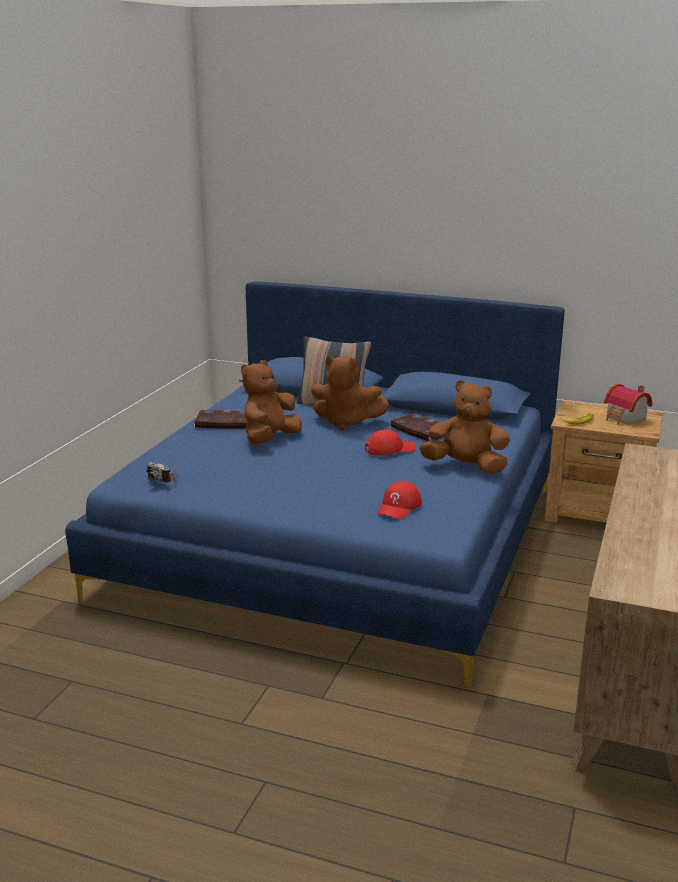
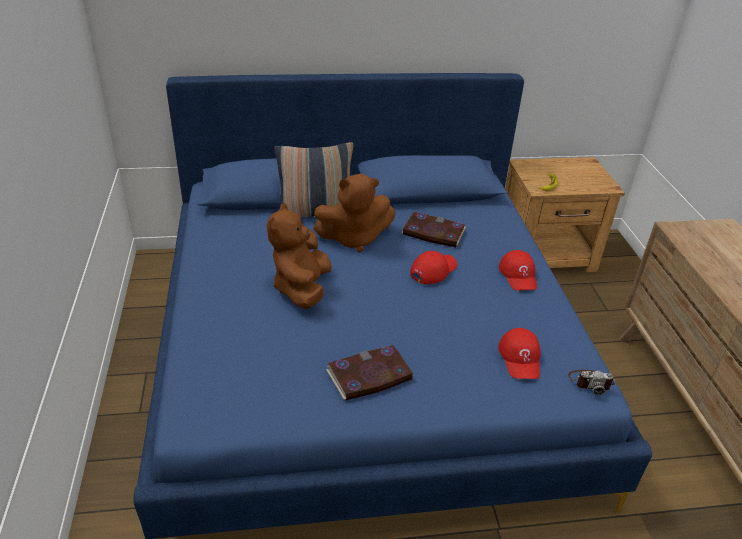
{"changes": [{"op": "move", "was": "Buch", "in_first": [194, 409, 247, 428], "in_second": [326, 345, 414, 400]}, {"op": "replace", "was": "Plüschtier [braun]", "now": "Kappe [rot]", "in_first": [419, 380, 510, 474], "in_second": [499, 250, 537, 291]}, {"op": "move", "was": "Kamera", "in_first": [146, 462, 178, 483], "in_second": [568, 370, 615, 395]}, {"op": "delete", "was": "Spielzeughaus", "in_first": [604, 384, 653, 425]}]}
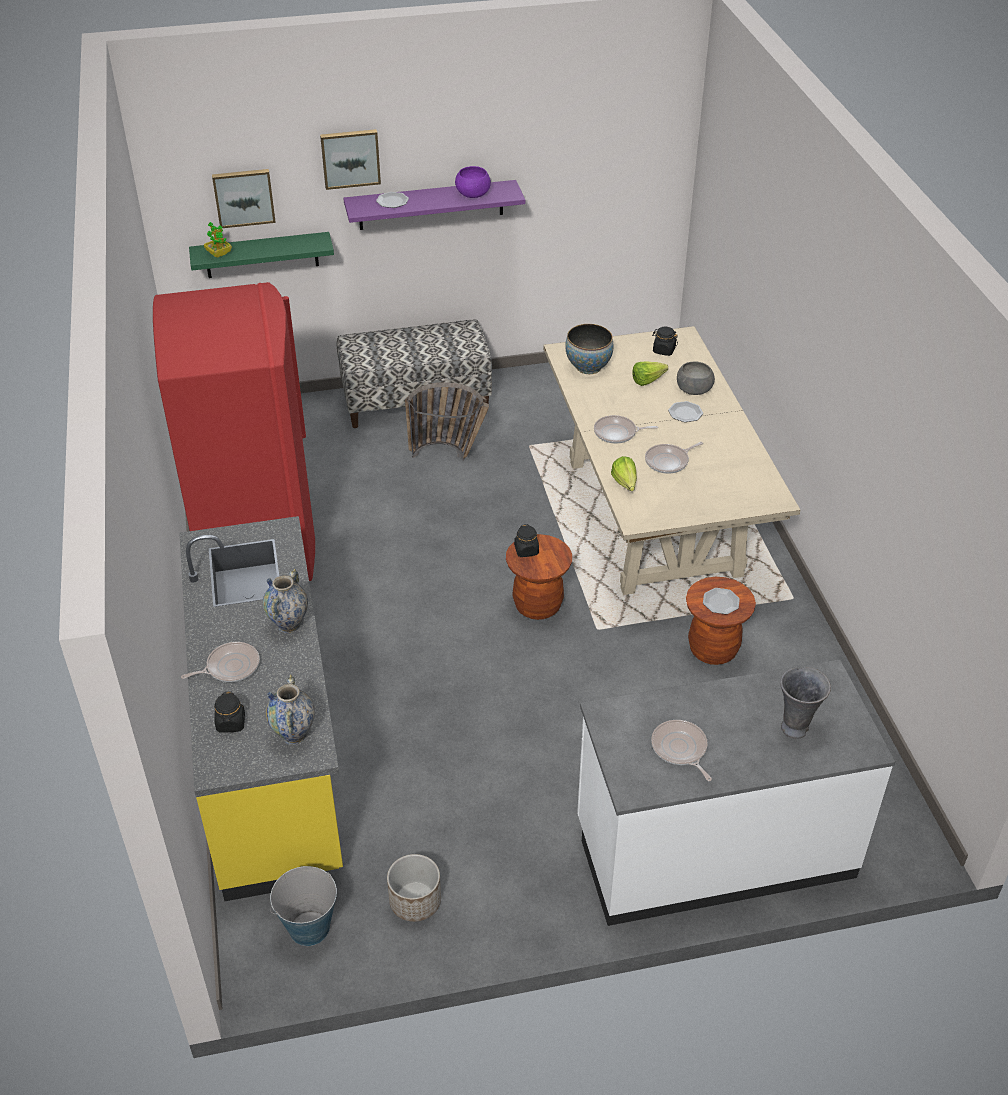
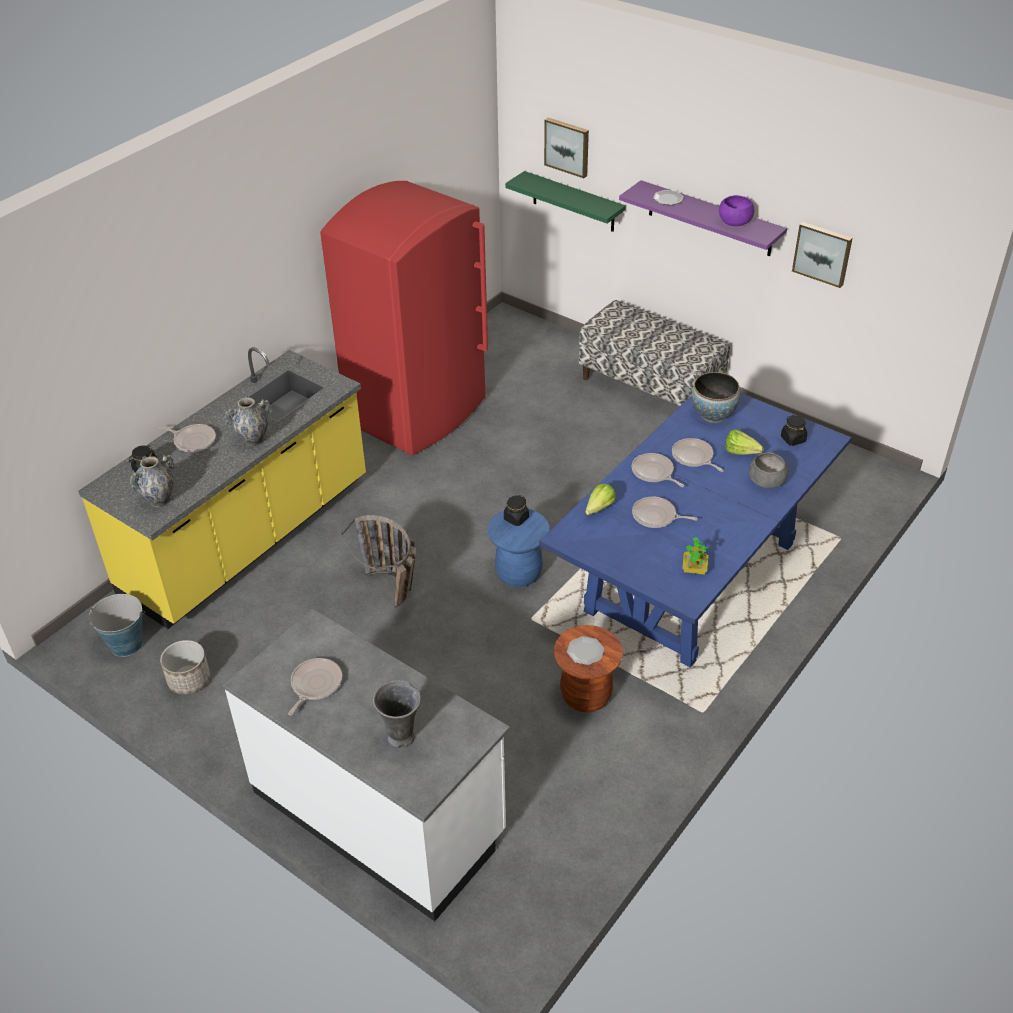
{"changes": [{"op": "move", "was": "Korb", "in_first": [405, 382, 489, 461], "in_second": [342, 515, 416, 608]}, {"op": "recolor", "was": "Hocker [braun]", "now": "Hocker [blau]", "in_first": [506, 534, 572, 620], "in_second": [487, 509, 549, 587]}, {"op": "recolor", "was": "Esstisch [beige]", "now": "Esstisch [blau]", "in_first": [543, 326, 800, 595], "in_second": [539, 393, 852, 668]}, {"op": "insert", "now": "Pfanne", "in_second": [672, 438, 724, 472]}, {"op": "move", "was": "Topfpflanze", "in_first": [204, 222, 232, 258], "in_second": [682, 537, 709, 575]}, {"op": "move", "was": "Bild", "in_first": [320, 129, 381, 190], "in_second": [792, 222, 852, 288]}, {"op": "delete", "was": "Teller", "in_first": [668, 401, 703, 422]}]}
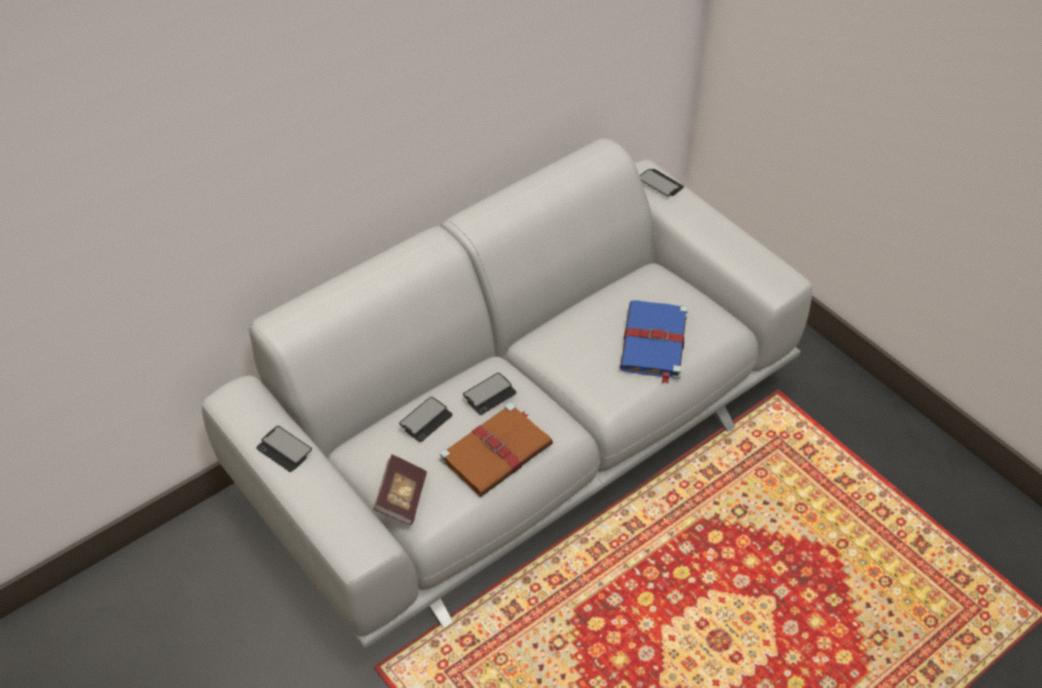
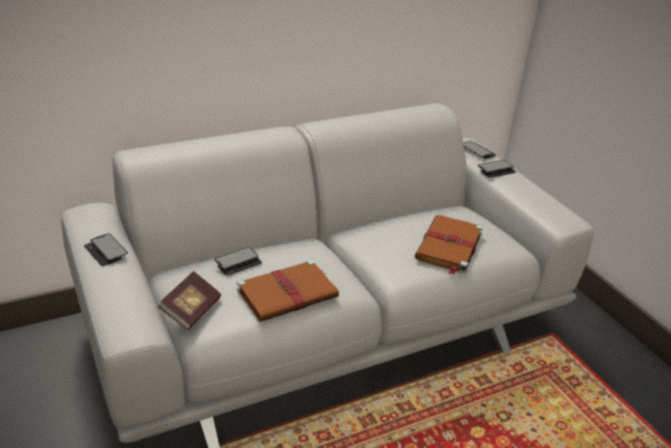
{"changes": [{"op": "recolor", "was": "Buch [blau]", "now": "Buch [braun]", "in_first": [620, 300, 688, 384], "in_second": [415, 215, 483, 275]}, {"op": "move", "was": "Handy", "in_first": [463, 373, 516, 415], "in_second": [478, 160, 516, 178]}]}
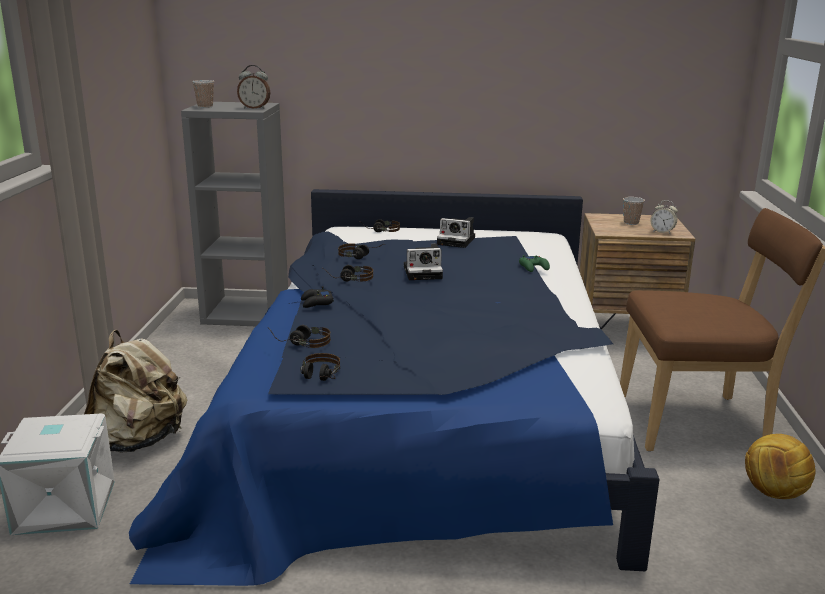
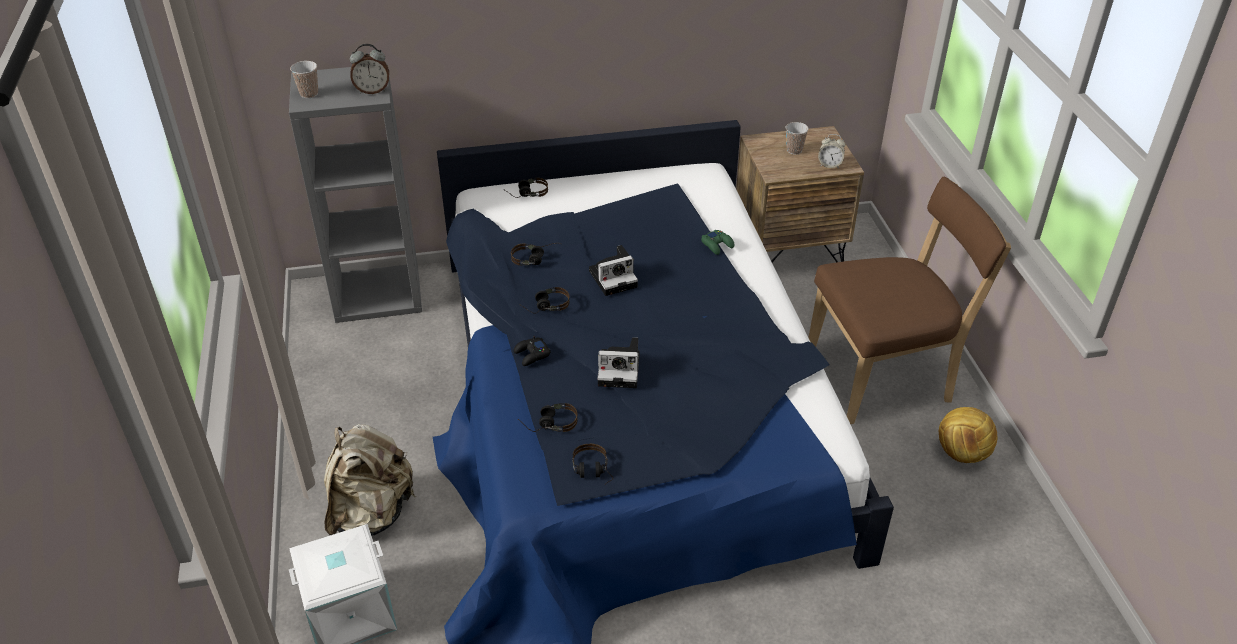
{"changes": [{"op": "move", "was": "Kamera", "in_first": [437, 217, 475, 248], "in_second": [597, 337, 639, 388]}]}
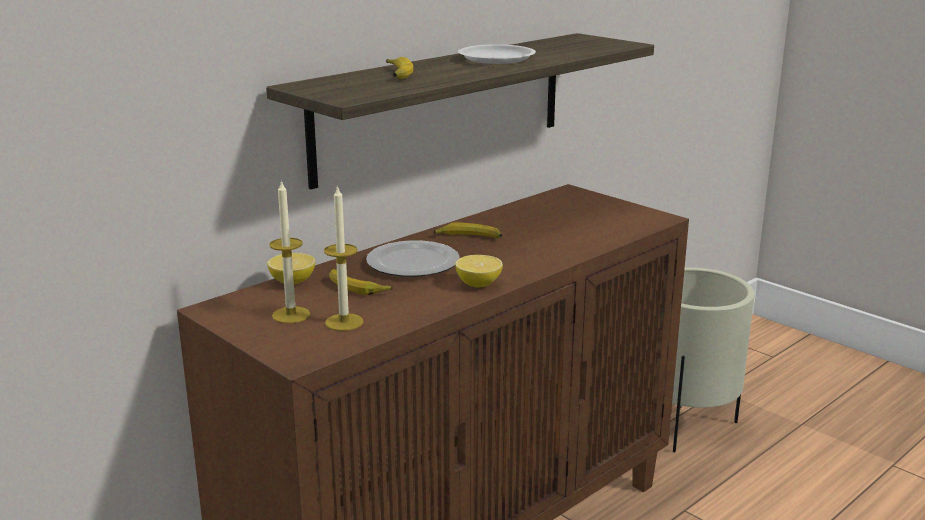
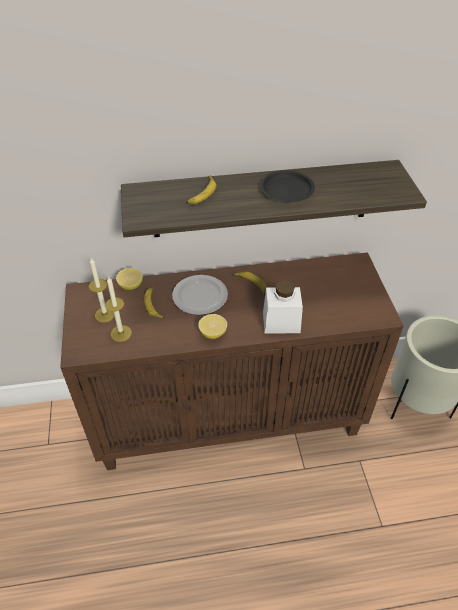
{"changes": [{"op": "recolor", "was": "Teller [weiß]", "now": "Teller [schwarz]", "in_first": [458, 44, 536, 64], "in_second": [260, 171, 315, 202]}, {"op": "insert", "now": "Vorratsglas [weiß]", "in_second": [263, 280, 303, 334]}]}
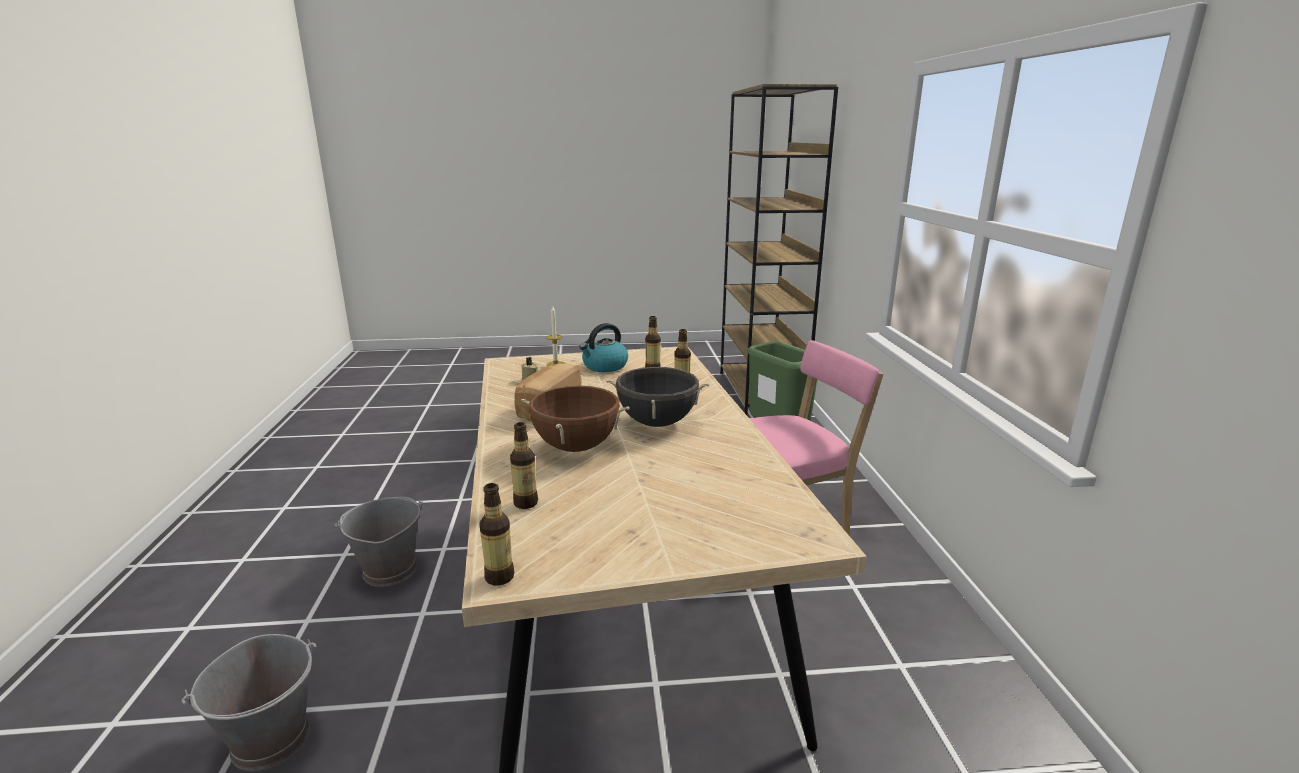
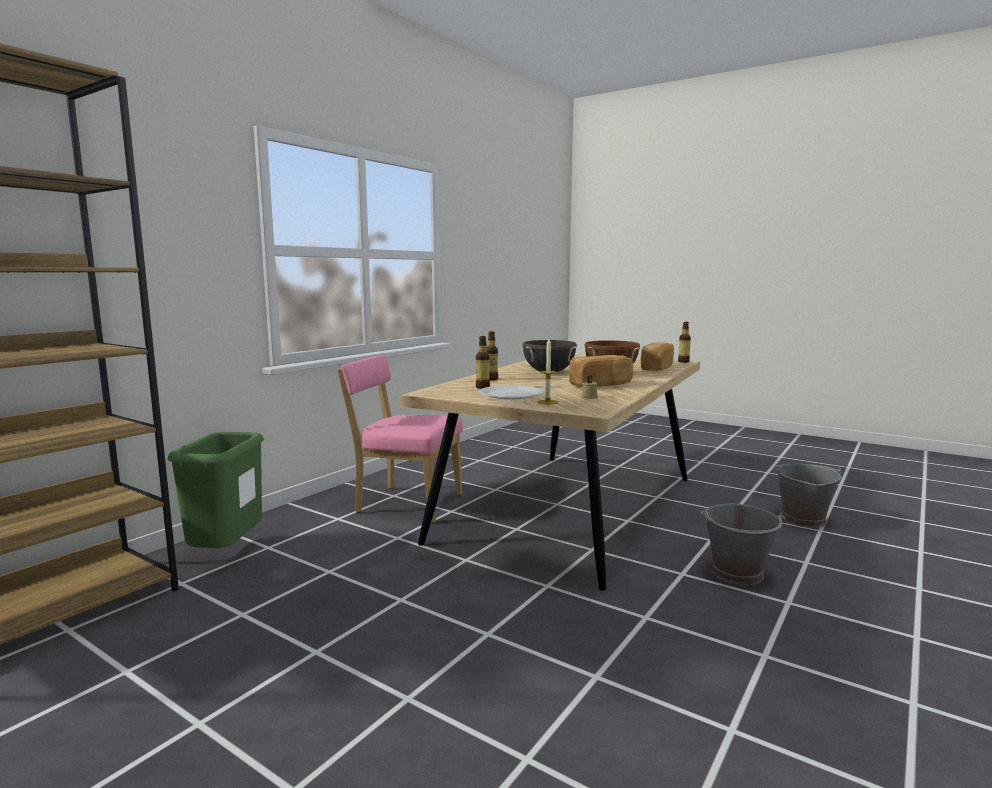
{"changes": [{"op": "replace", "was": "Wasserkessel", "now": "Teller [weiß]", "in_first": [579, 323, 628, 372], "in_second": [478, 385, 544, 399]}, {"op": "replace", "was": "Flasche", "now": "Brot", "in_first": [510, 422, 538, 509], "in_second": [641, 342, 674, 371]}]}
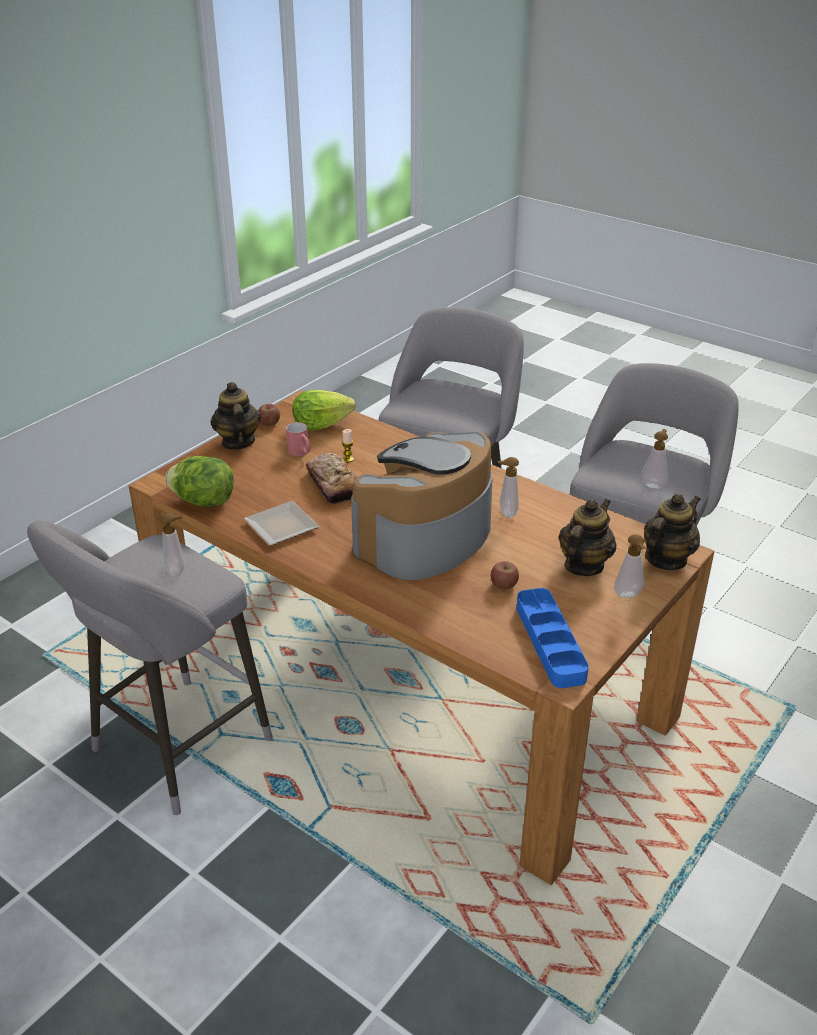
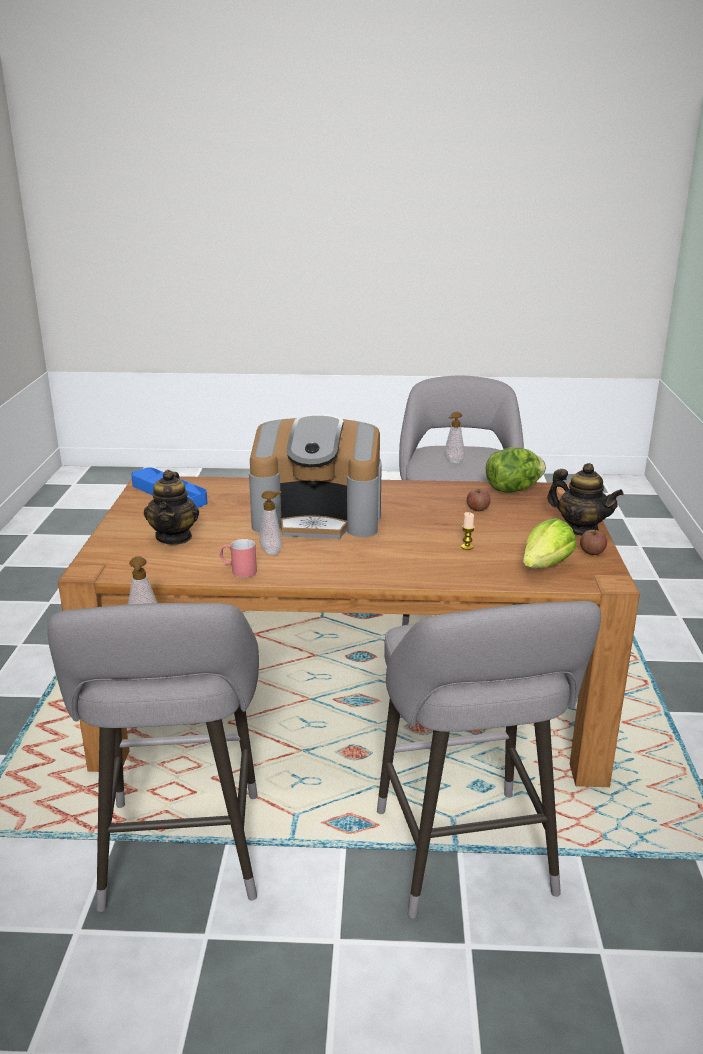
{"changes": [{"op": "move", "was": "Henkelbecher [rot]", "in_first": [286, 422, 311, 456], "in_second": [219, 539, 257, 578]}, {"op": "rotate", "was": "Kaffeemaschine", "in_first": [351, 432, 493, 580], "in_second": [249, 414, 382, 539], "clockwise": 90}, {"op": "move", "was": "Apfel", "in_first": [491, 561, 519, 590], "in_second": [467, 489, 491, 511]}, {"op": "delete", "was": "Teller", "in_first": [244, 501, 319, 546]}, {"op": "delete", "was": "Brot", "in_first": [306, 453, 357, 504]}, {"op": "delete", "was": "Seifenspender", "in_first": [614, 534, 645, 598]}, {"op": "delete", "was": "Teekanne", "in_first": [644, 494, 701, 570]}]}
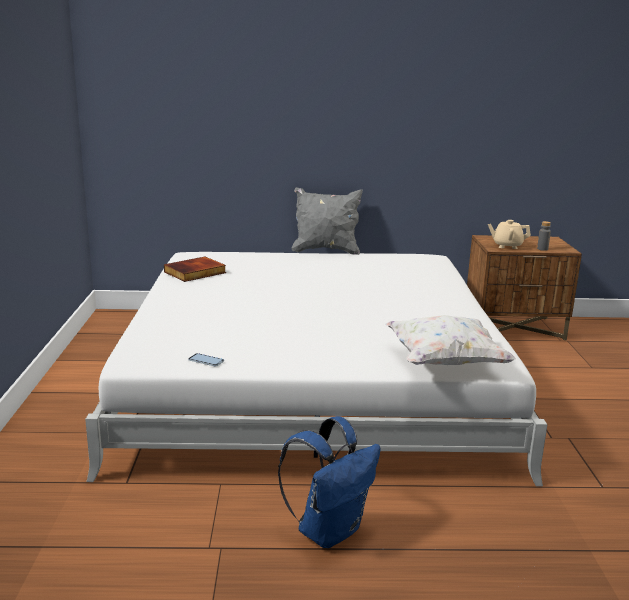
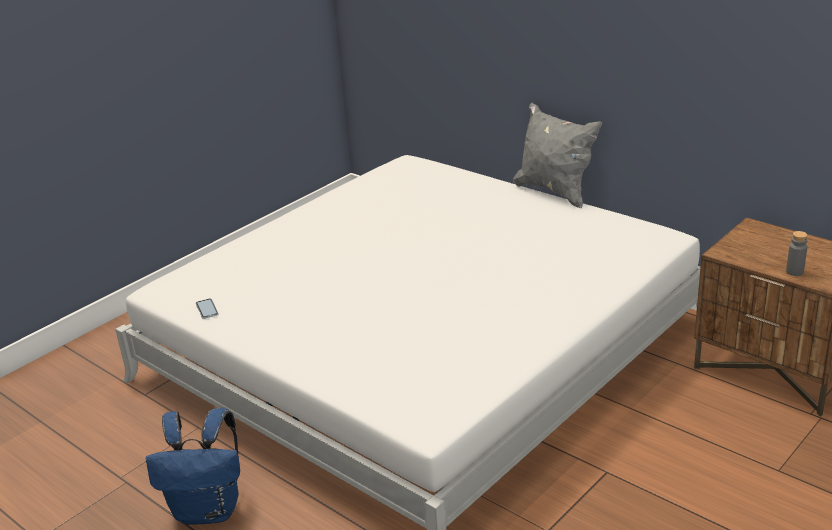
{"changes": [{"op": "delete", "was": "Buch", "in_first": [164, 257, 226, 282]}, {"op": "delete", "was": "Kissen [weiß]", "in_first": [386, 315, 516, 365]}, {"op": "delete", "was": "Teekanne [beige]", "in_first": [488, 220, 531, 249]}]}
